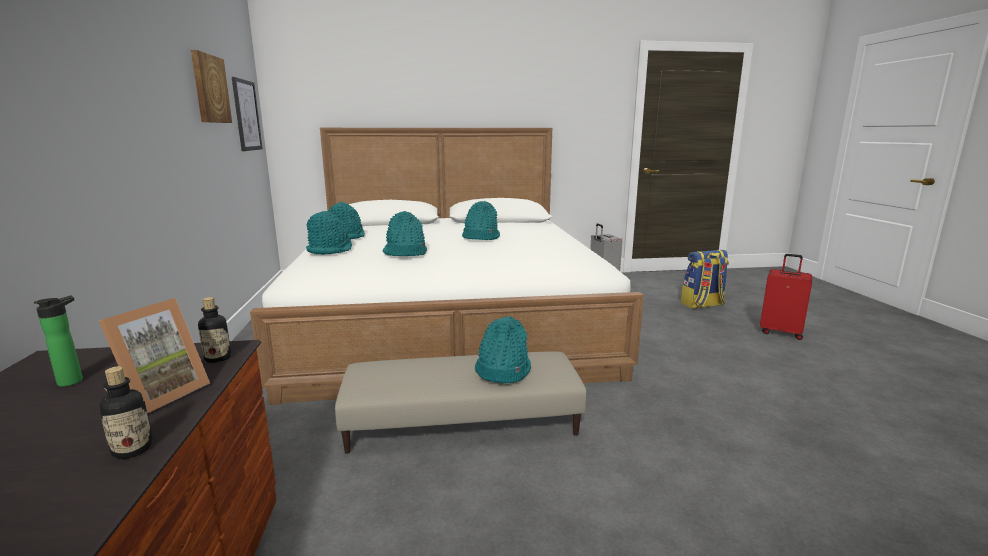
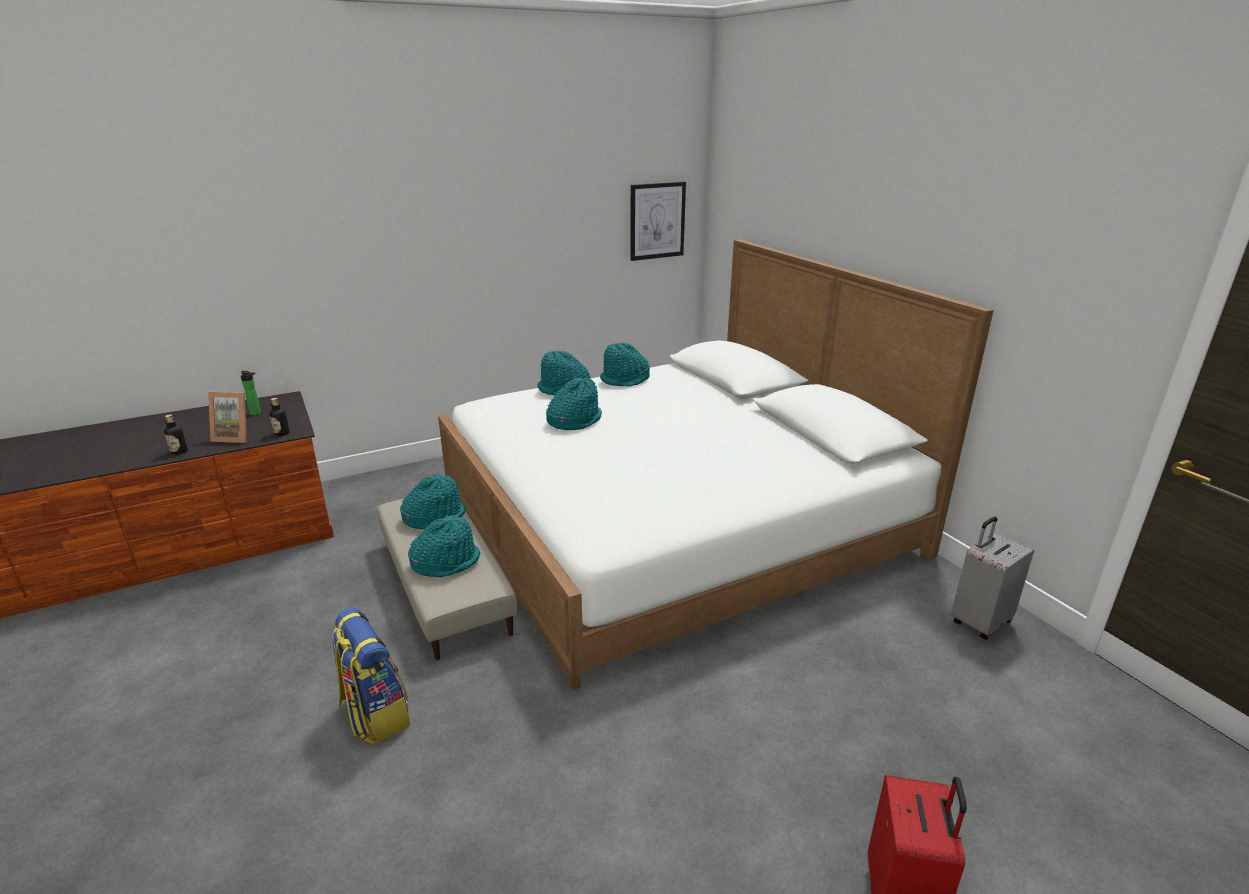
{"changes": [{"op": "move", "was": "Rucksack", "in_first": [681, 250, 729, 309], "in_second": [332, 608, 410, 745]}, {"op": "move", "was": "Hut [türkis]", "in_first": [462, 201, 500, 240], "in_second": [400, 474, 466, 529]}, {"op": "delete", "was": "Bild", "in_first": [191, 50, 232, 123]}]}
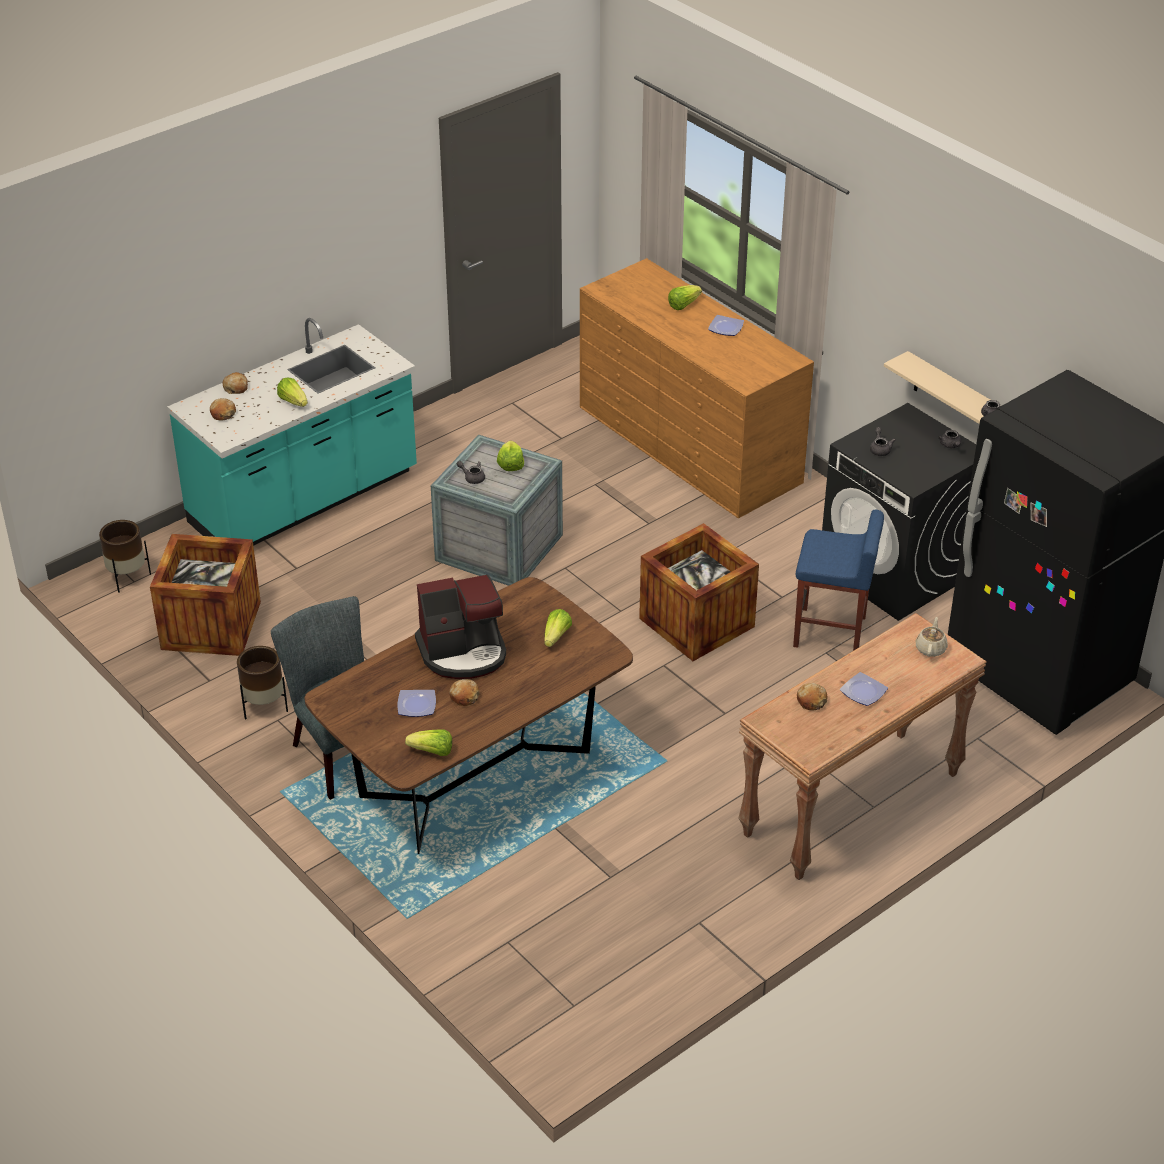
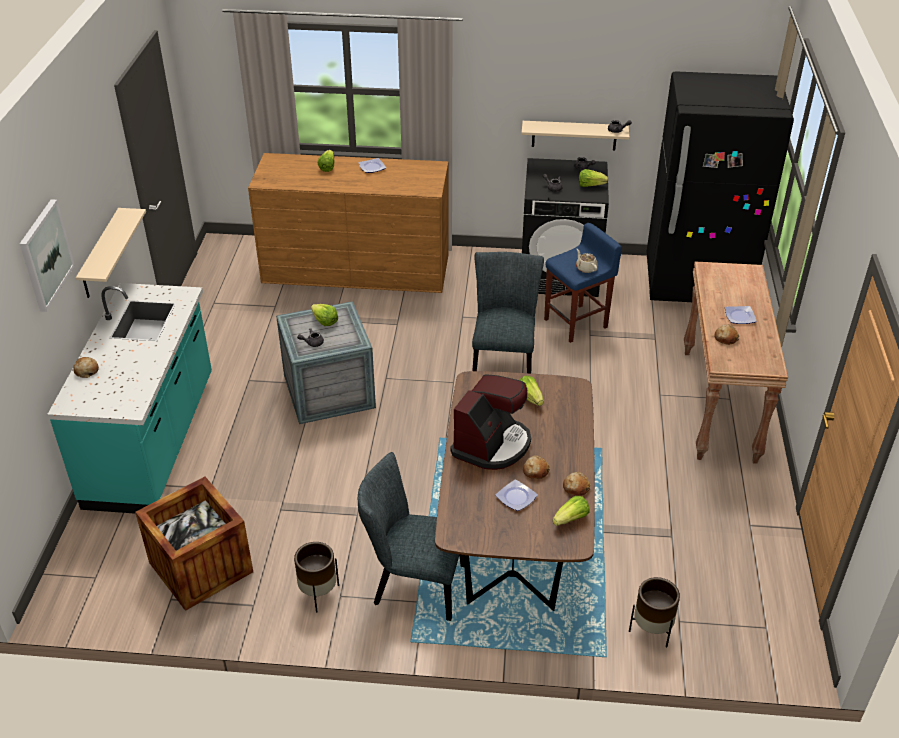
{"changes": [{"op": "insert", "now": "Bild", "in_second": [20, 199, 75, 312]}, {"op": "insert", "now": "Wandregal [beige]", "in_second": [76, 208, 146, 298]}, {"op": "replace", "was": "Kiste", "now": "Stuhl [grau]", "in_first": [639, 523, 759, 661], "in_second": [472, 252, 544, 374]}, {"op": "move", "was": "Brot", "in_first": [210, 398, 236, 421], "in_second": [563, 472, 591, 496]}, {"op": "move", "was": "Teekanne [beige]", "in_first": [916, 617, 948, 657], "in_second": [576, 249, 598, 273]}, {"op": "move", "was": "Salatkopf", "in_first": [277, 377, 308, 407], "in_second": [579, 169, 608, 187]}, {"op": "move", "was": "Pflanzkübel [braun]", "in_first": [99, 520, 151, 593], "in_second": [629, 577, 680, 648]}]}
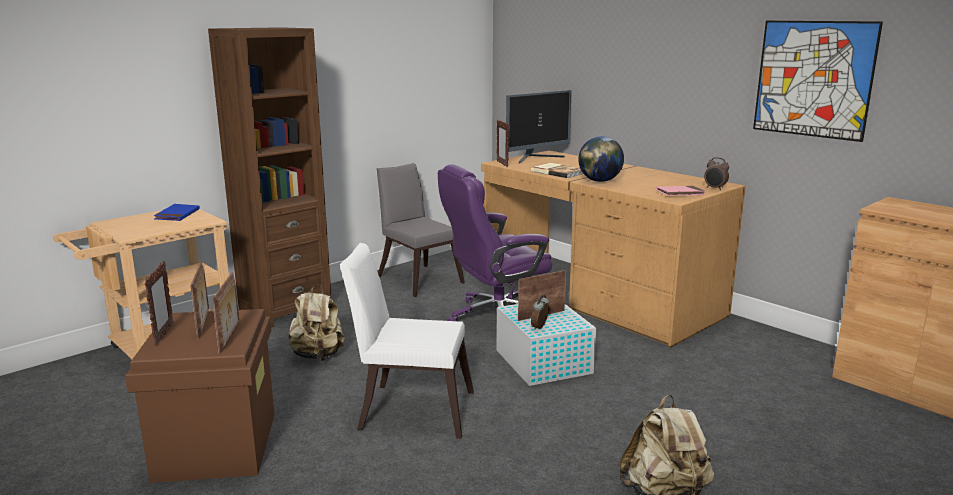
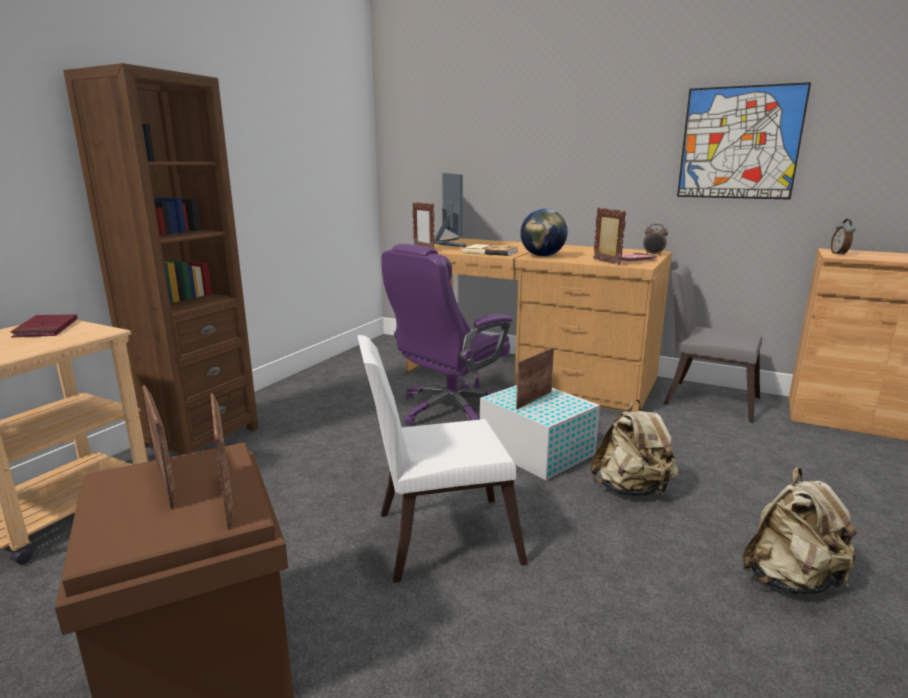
{"changes": [{"op": "recolor", "was": "Buch [blau]", "now": "Buch [rot]", "in_first": [154, 204, 200, 221], "in_second": [10, 314, 78, 337]}, {"op": "rotate", "was": "Monitor", "in_first": [506, 90, 572, 163], "in_second": [434, 173, 466, 247], "clockwise": -45}, {"op": "move", "was": "Rucksack [beige]", "in_first": [288, 284, 345, 361], "in_second": [591, 399, 679, 496]}, {"op": "move", "was": "Bilderrahmen", "in_first": [144, 261, 174, 346], "in_second": [593, 207, 626, 265]}, {"op": "move", "was": "Stuhl [grau]", "in_first": [377, 163, 465, 297], "in_second": [664, 264, 762, 423]}, {"op": "move", "was": "Wecker", "in_first": [531, 295, 550, 330], "in_second": [831, 219, 855, 256]}]}
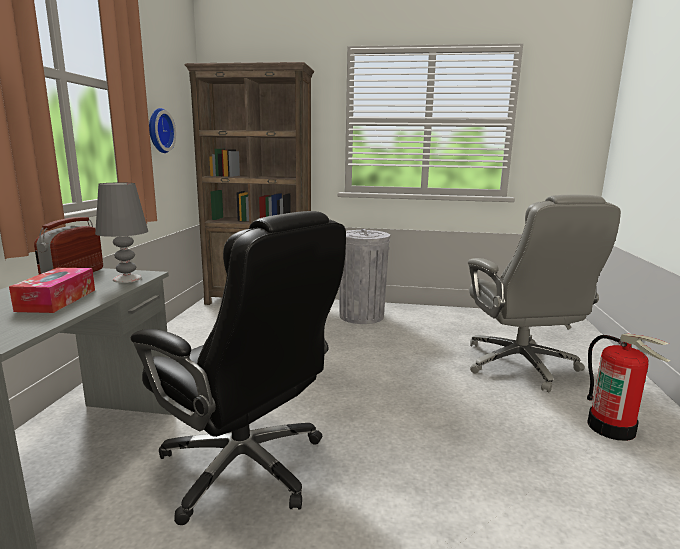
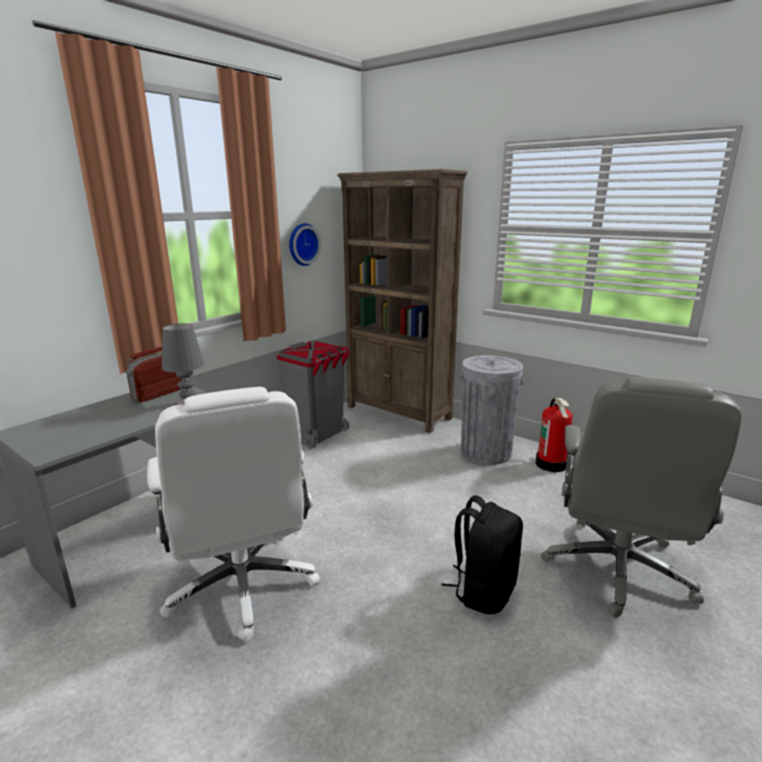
{"changes": [{"op": "recolor", "was": "Bürostuhl [schwarz]", "now": "Bürostuhl [weiß]", "in_first": [131, 211, 346, 525], "in_second": [147, 387, 320, 642]}, {"op": "insert", "now": "Mülleimer [grau]", "in_second": [277, 341, 350, 449]}, {"op": "insert", "now": "Rucksack [schwarz]", "in_second": [441, 495, 523, 614]}, {"op": "move", "was": "Feuerlöscher", "in_first": [587, 333, 671, 441], "in_second": [536, 398, 573, 472]}, {"op": "delete", "was": "Taschentuchbox", "in_first": [9, 267, 95, 313]}]}
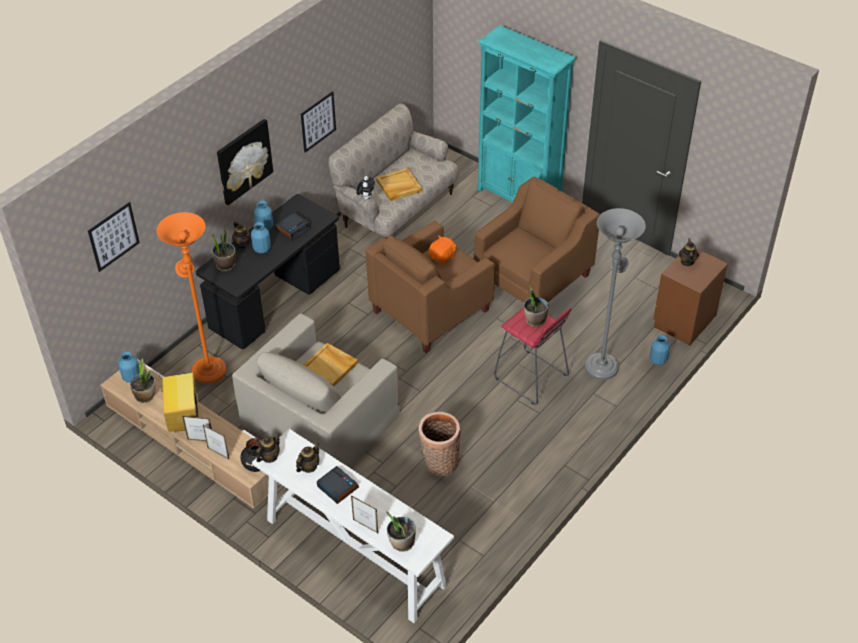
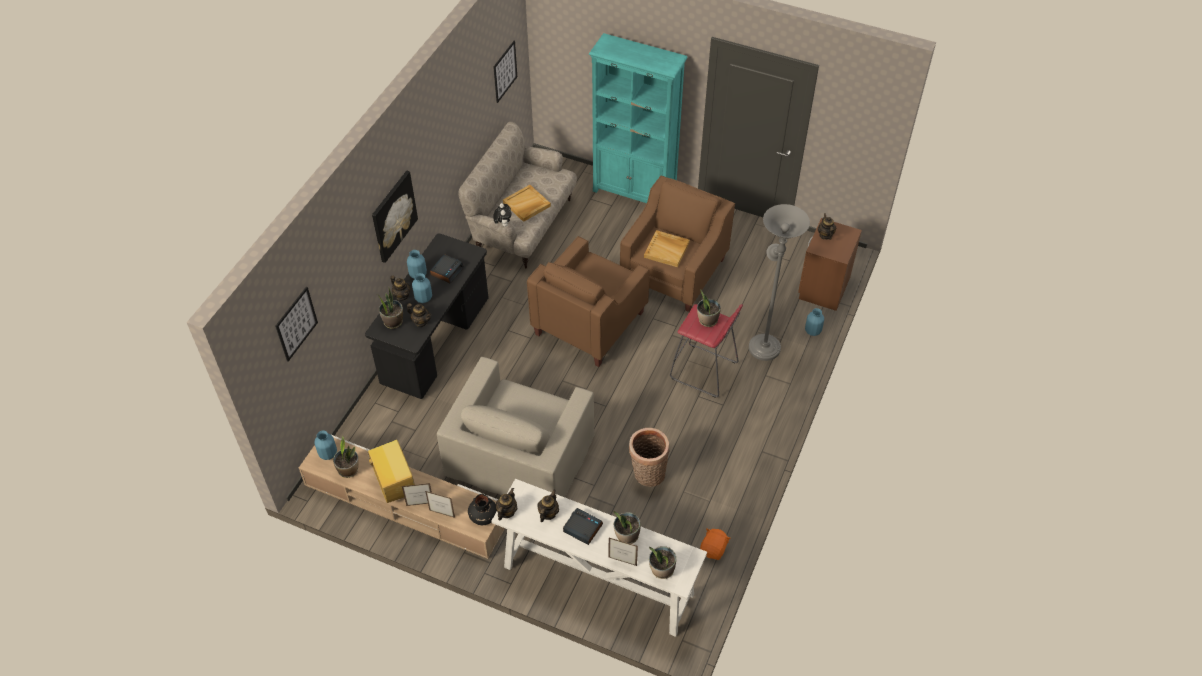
{"changes": [{"op": "insert", "now": "Teekanne", "in_second": [407, 303, 431, 327]}, {"op": "move", "was": "Bild", "in_first": [301, 91, 336, 153], "in_second": [493, 41, 517, 103]}, {"op": "insert", "now": "Topfpflanze", "in_second": [614, 511, 641, 544]}, {"op": "move", "was": "Tablett [beige]", "in_first": [303, 343, 358, 386], "in_second": [644, 230, 690, 267]}, {"op": "move", "was": "Plüschtier [orange]", "in_first": [428, 235, 457, 265], "in_second": [700, 528, 731, 560]}, {"op": "delete", "was": "Stehlampe [orange]", "in_first": [156, 212, 226, 384]}]}
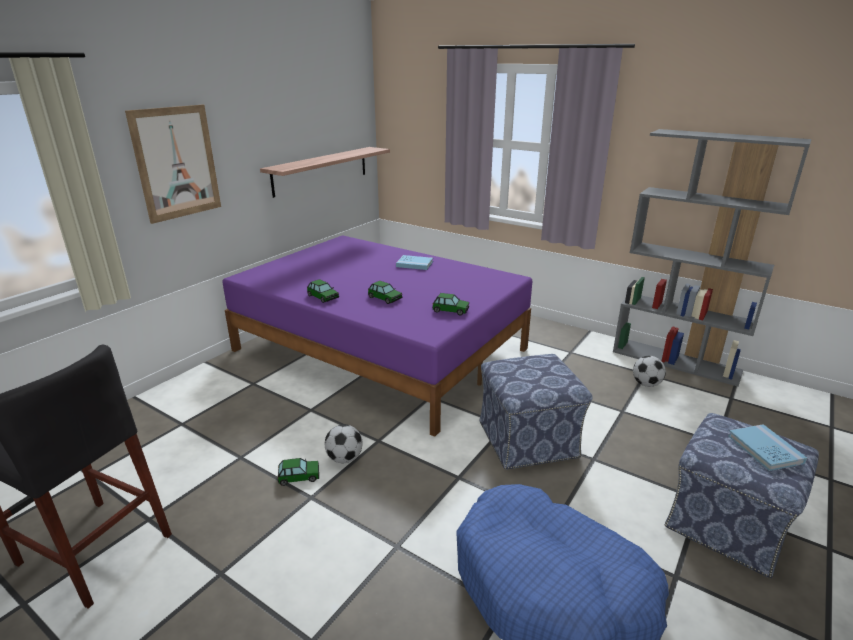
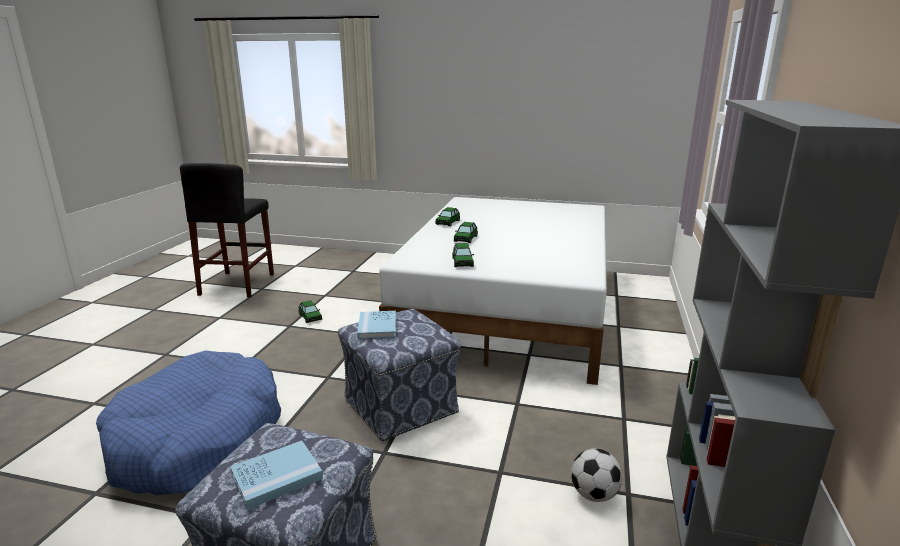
{"changes": [{"op": "move", "was": "Buch [blau]", "in_first": [396, 255, 433, 270], "in_second": [357, 311, 396, 339]}, {"op": "recolor", "was": "Bett [lila]", "now": "Bett [weiß]", "in_first": [222, 236, 532, 437], "in_second": [379, 197, 607, 385]}, {"op": "delete", "was": "Bild", "in_first": [125, 105, 221, 224]}, {"op": "delete", "was": "Wandregal", "in_first": [260, 147, 390, 198]}, {"op": "delete", "was": "Fußball", "in_first": [325, 424, 363, 463]}]}
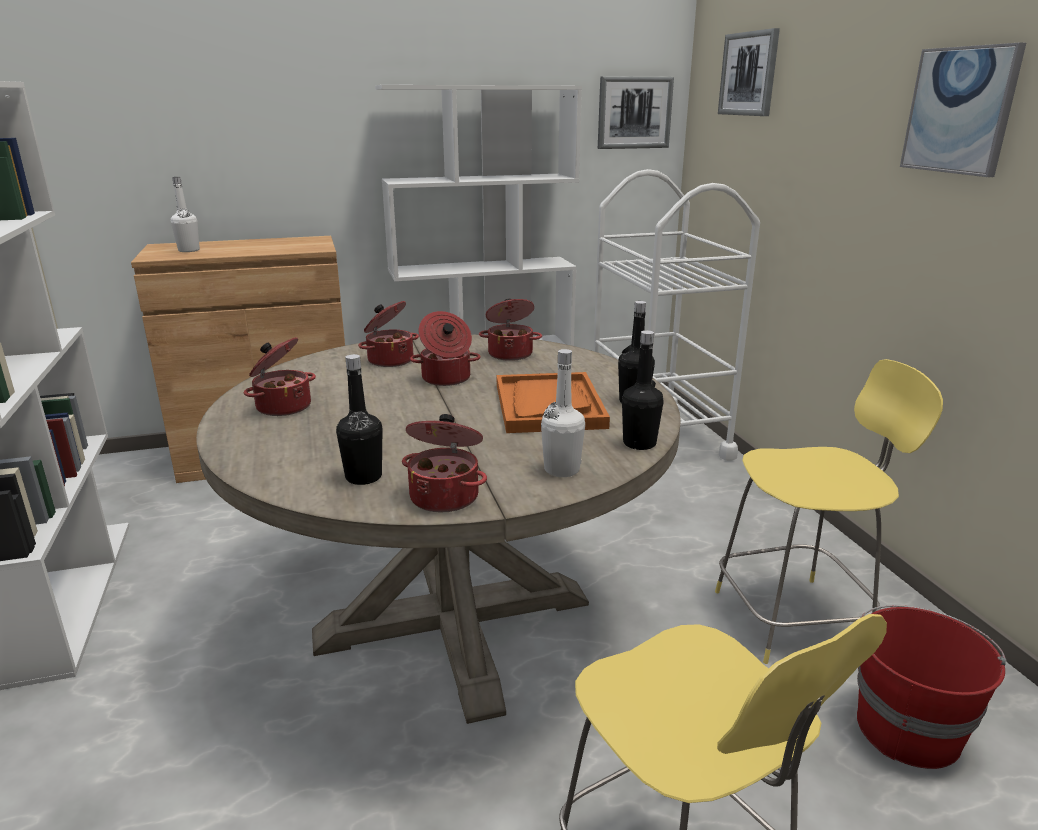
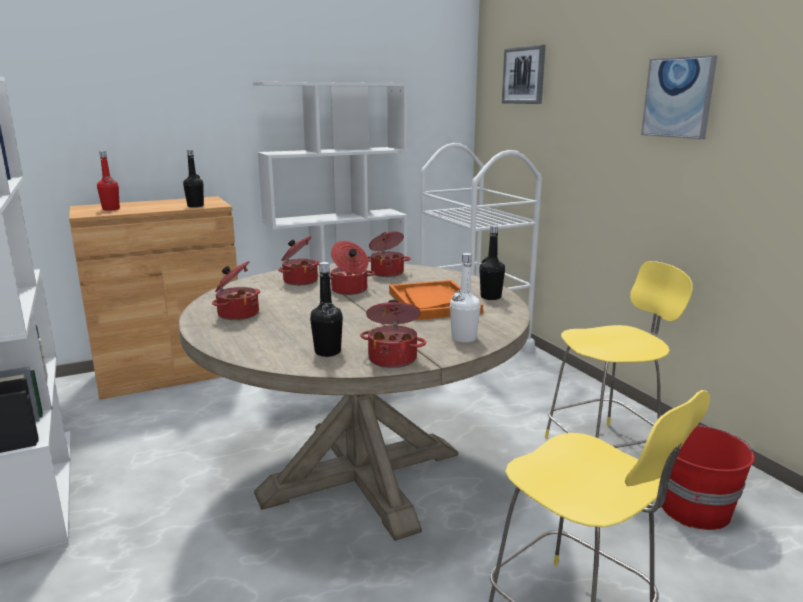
{"changes": [{"op": "recolor", "was": "Flasche [weiß]", "now": "Flasche [rot]", "in_first": [171, 177, 200, 252], "in_second": [97, 151, 120, 211]}, {"op": "move", "was": "Flasche [schwarz]", "in_first": [622, 330, 664, 450], "in_second": [183, 150, 204, 208]}, {"op": "delete", "was": "Bild", "in_first": [598, 76, 674, 149]}]}
